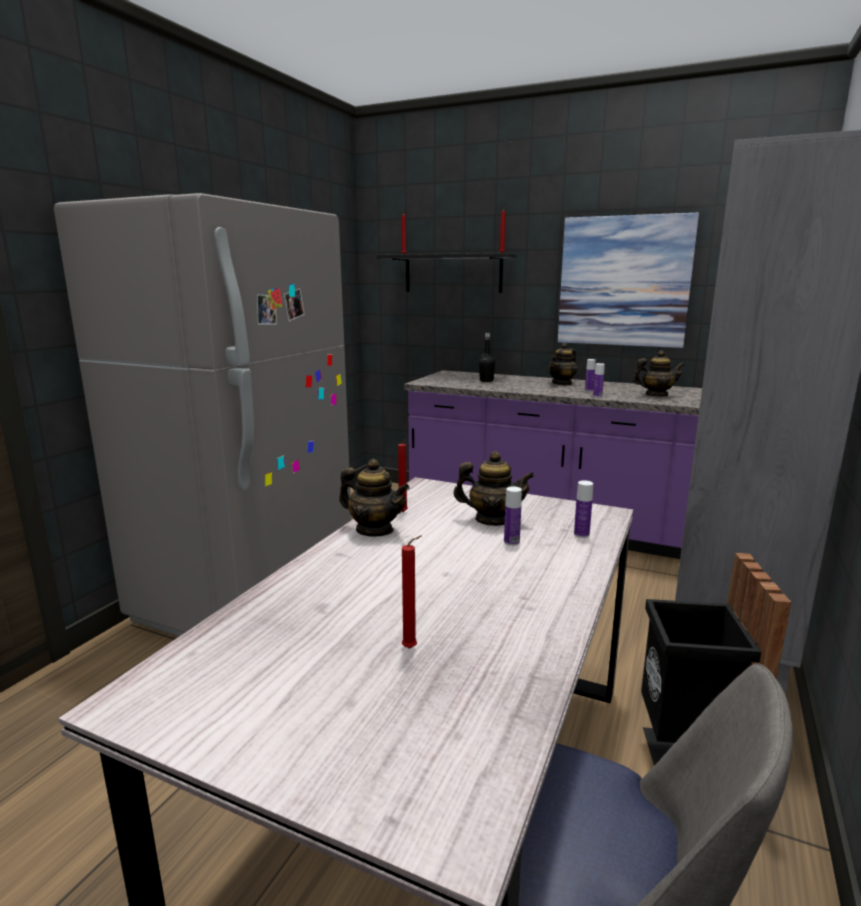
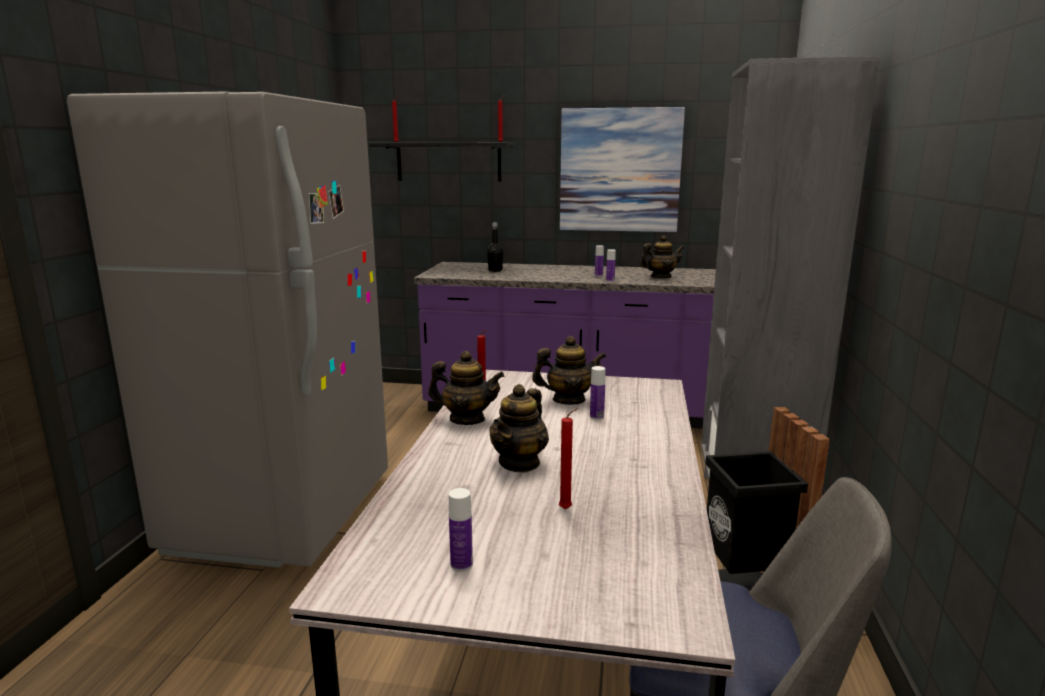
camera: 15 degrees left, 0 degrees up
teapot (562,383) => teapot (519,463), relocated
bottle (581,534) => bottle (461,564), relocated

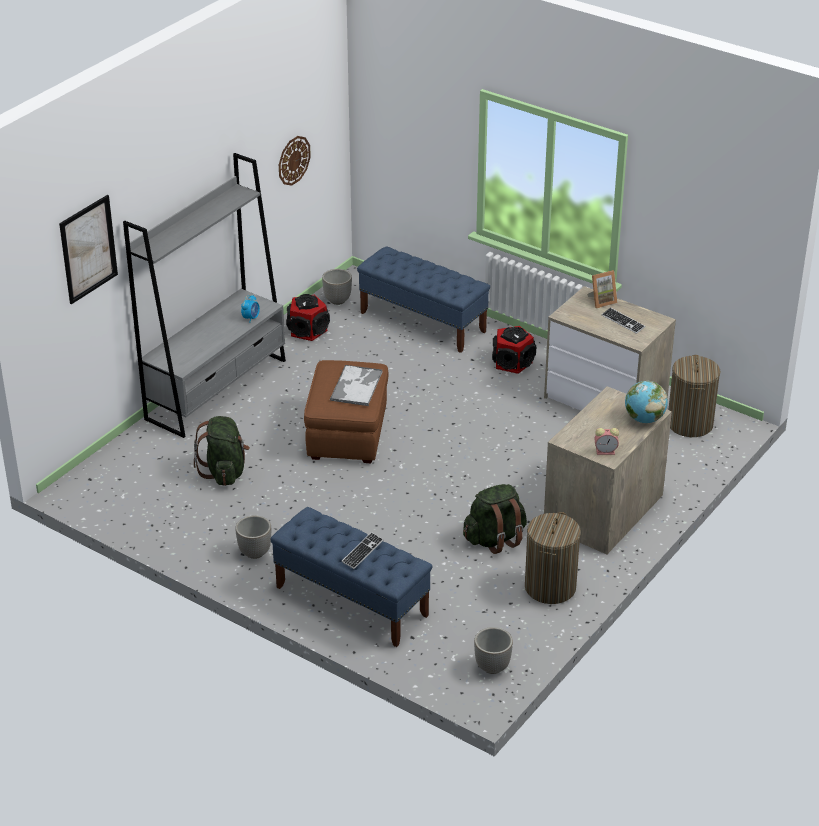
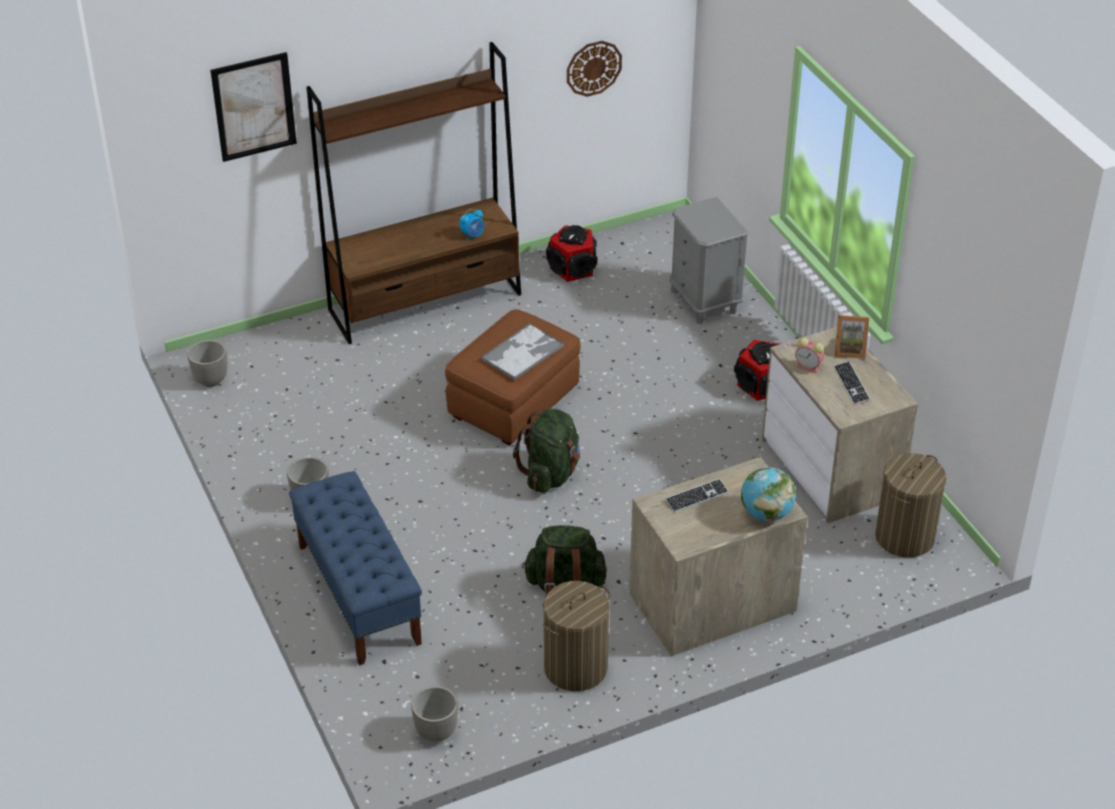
camera: 30 degrees right, 5 degrees up
green backpack (224,472) => green backpack (551,474), relocated
planter (337,300) => planter (211,380), relocated
keyboard (362,552) => keyboard (696,497), relocated
alarm clock (606,451) => alarm clock (809,367), relocated
blue bench (423,322) => grey nightstand (704,301)
grey bookcase (217,389) => brown bookcase (425,302)

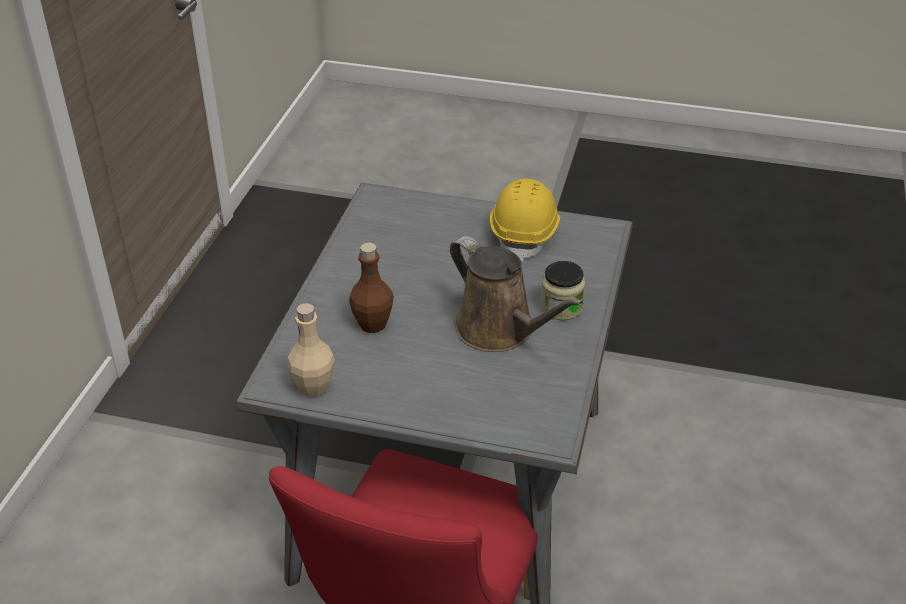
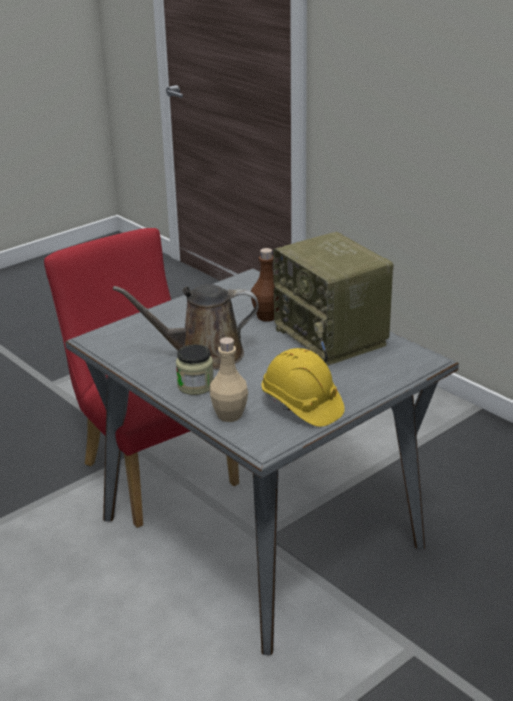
camera: 125 degrees right, 10 degrees down
nothing => radio (332,337)
beige bottle (313,387) => beige bottle (229,415), relocated

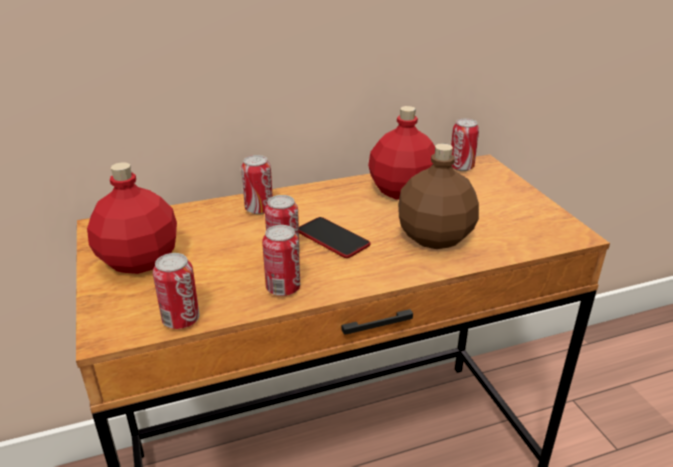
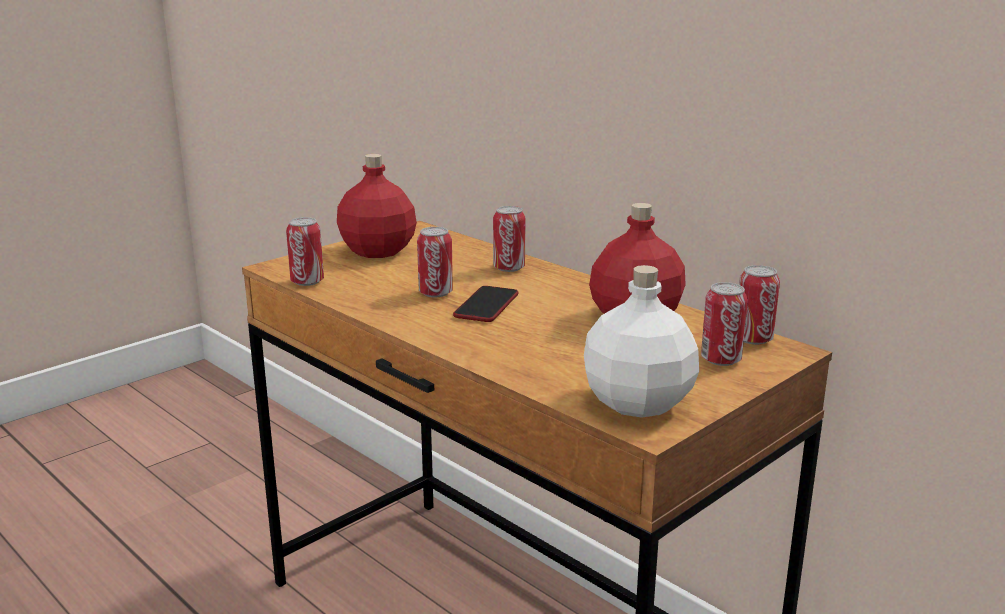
camera: 65 degrees right, 10 degrees down
brown bottle (433,237) => nothing
nothing => white bottle (639,402)
can (283,288) => can (721,360), relocated

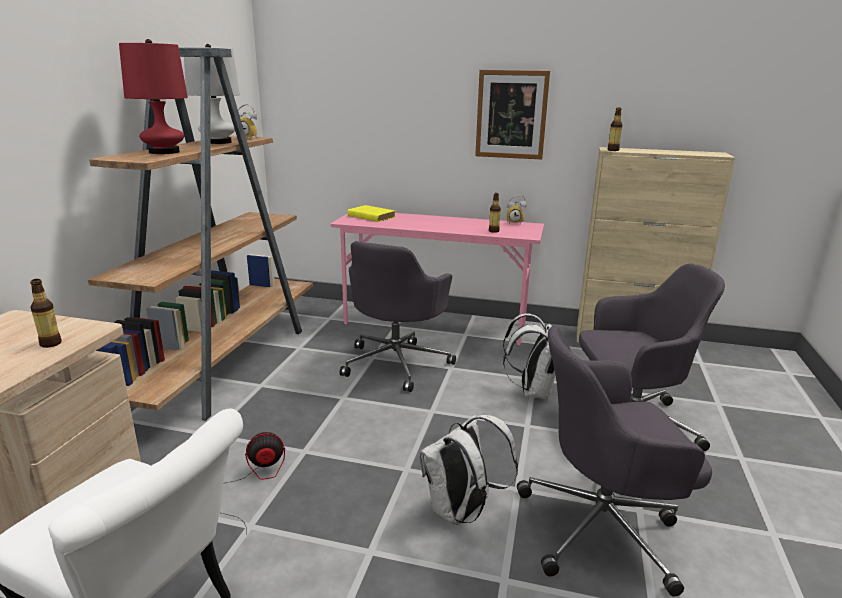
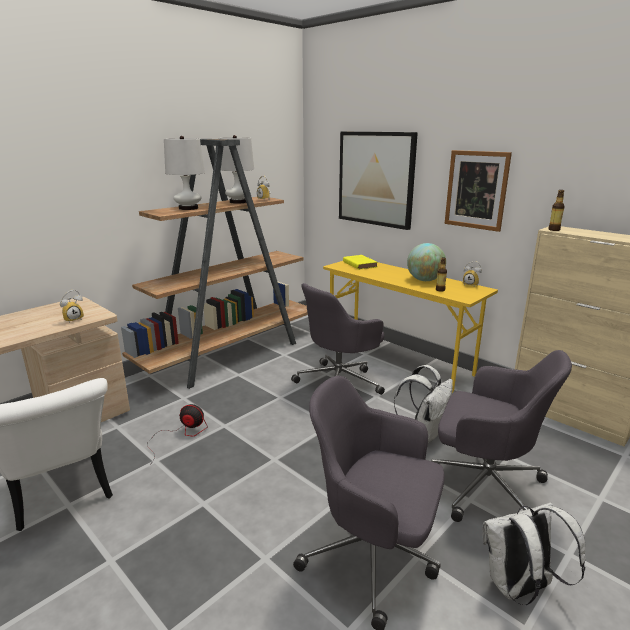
camera: 30 degrees right, 0 degrees up
nothing => picture (376,179)
nothing => globe (424,280)
white backpack (461,512) => white backpack (519,588), relocated
bottle (51,343) => alarm clock (73,319)
red table lamp (164,152) => white table lamp (188,208)
pink desk (435,323) => yellow desk (398,359)

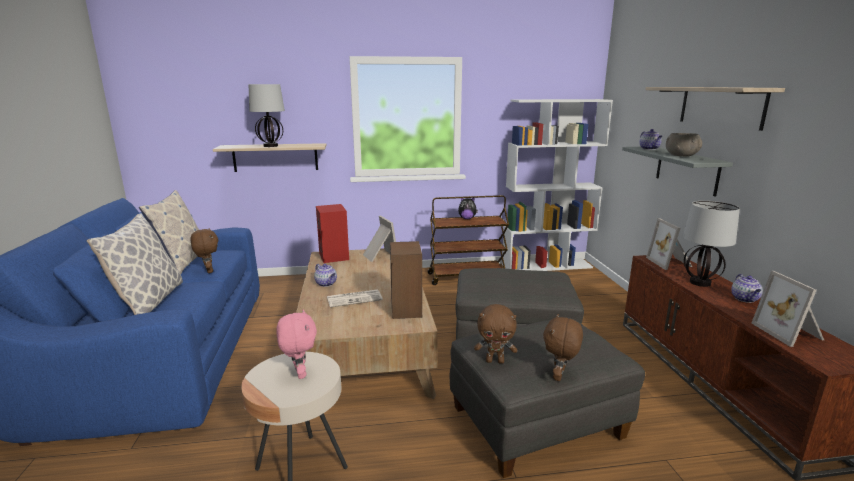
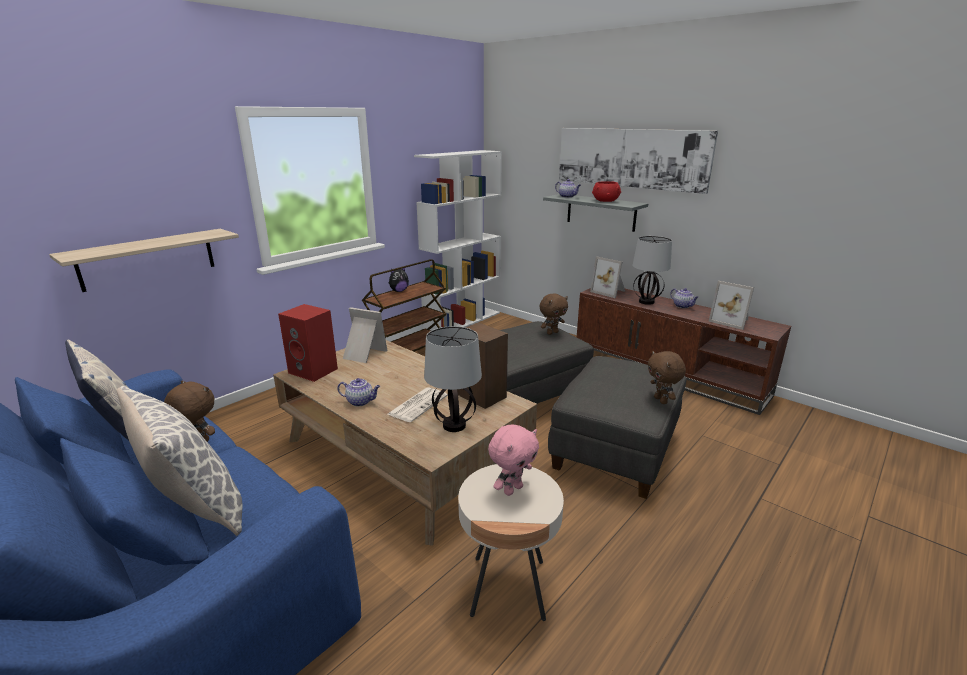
camera: 40 degrees left, 5 degrees up
table lamp (270,146) => table lamp (454,426), relocated
brown plush toy (495,361) => brown plush toy (552,333), relocated
shelf (720,106) => picture (630,158)
grey bowl (681,155) => red bowl (605,201)
pink plush toy (299,374) => pink plush toy (512,489), 105 degrees clockwise

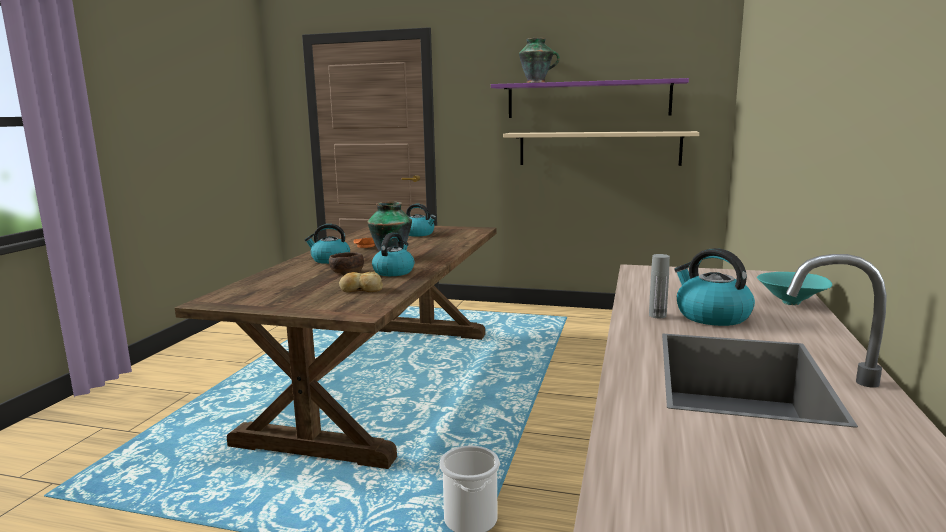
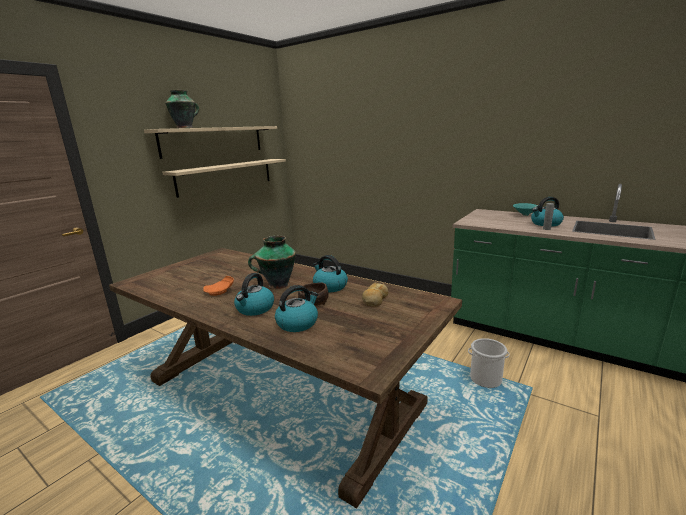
camera: 70 degrees left, 5 degrees up
kettle (419,234) => kettle (298,323), relocated
purple shelf (587,99) => beige shelf (214,141)

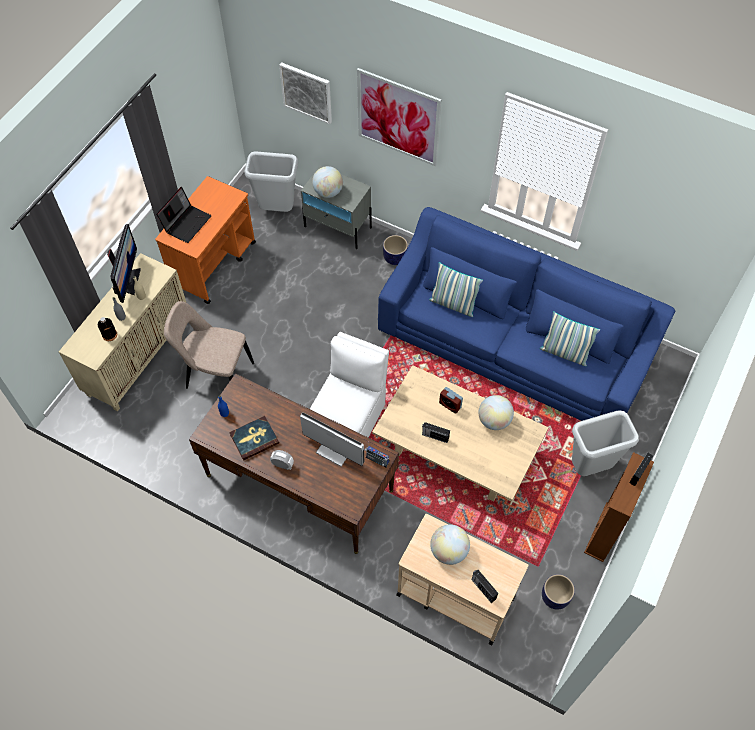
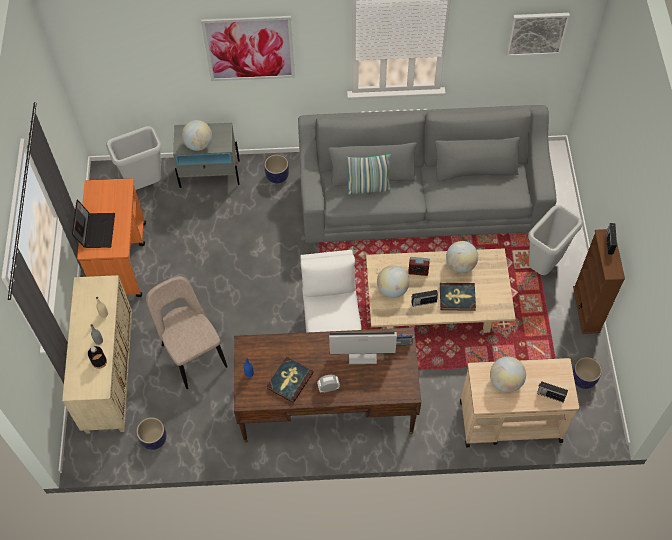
camera: 30 degrees left, 0 degrees up
monitor (129,281) => nothing
pillow (564,353) => nothing
nothing => planter (153,439)
nothing => globe (392,289)
nothing => book (457,297)
picture (307,92) => picture (537,33), relocated
blue sofa (514,344) => grey sofa (422,199)
beige chair (216,375) => beige chair (192,353), 75 degrees clockwise

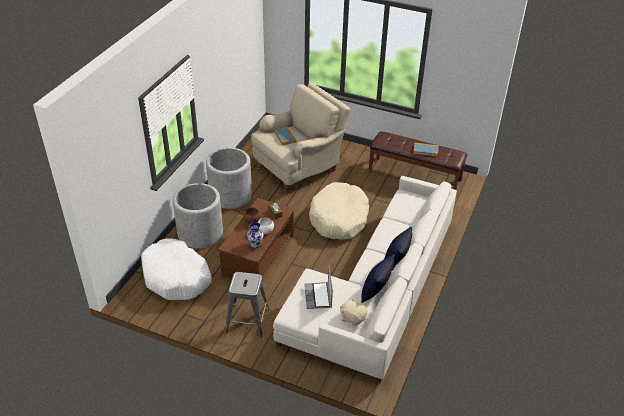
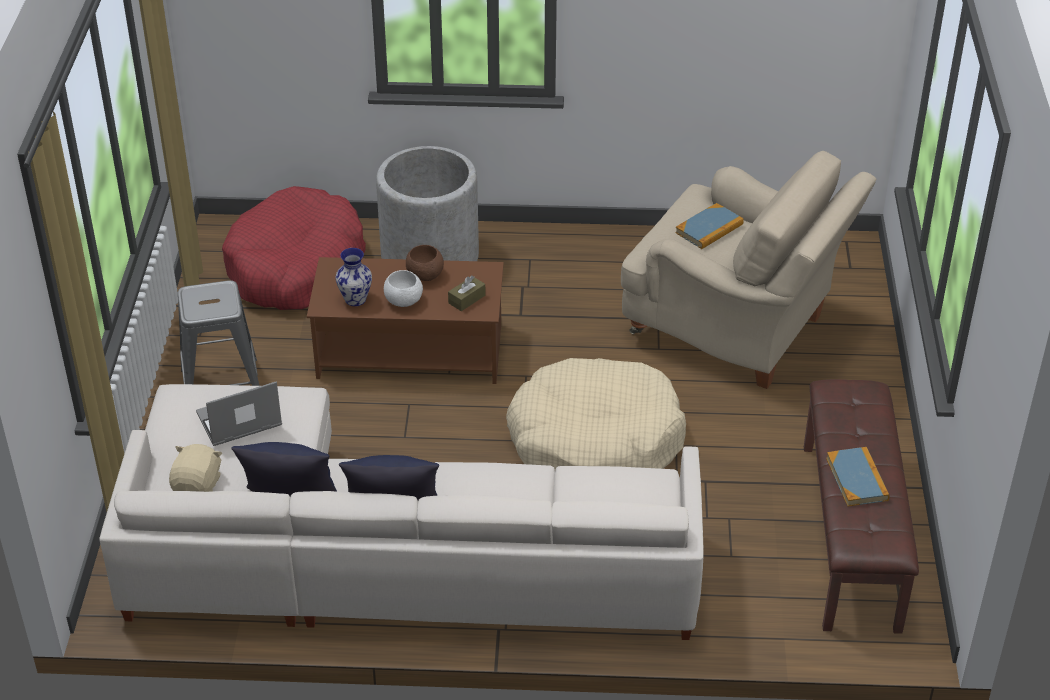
camera: 70 degrees right, 0 degrees up
grey planter (230,195) => nothing
white dog bed (176,277) => red dog bed (295,267)

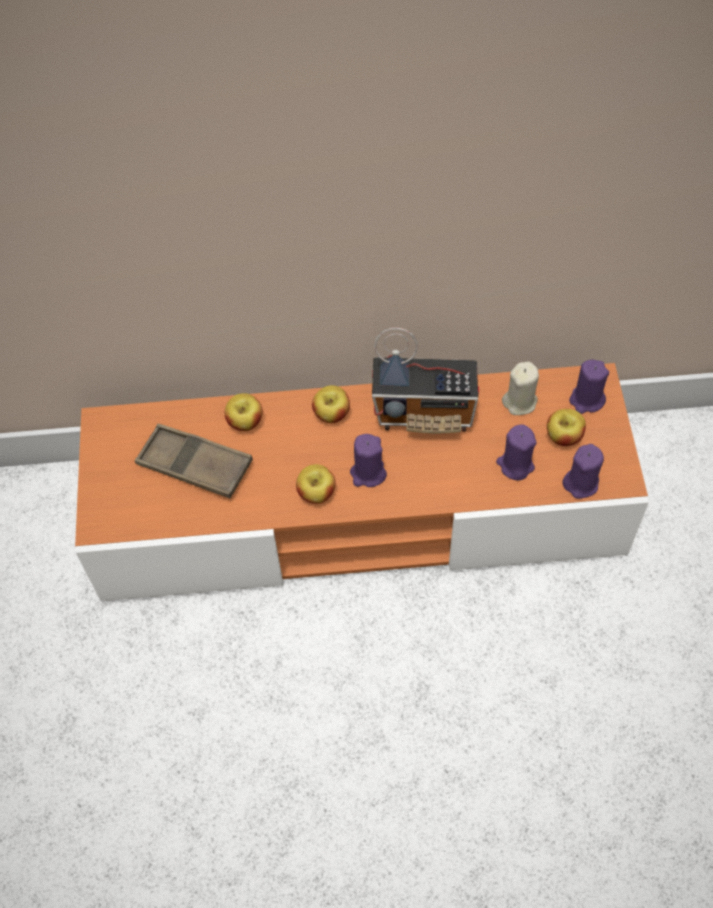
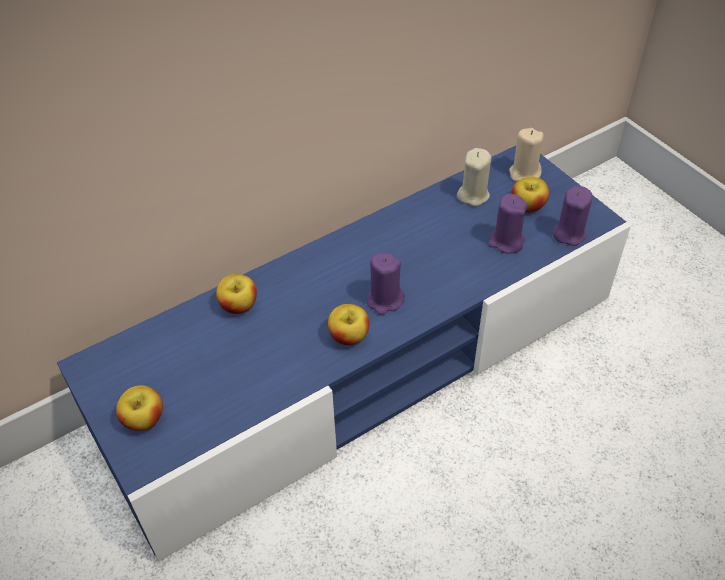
camera: 30 degrees left, 10 degrees down
brown tray (195,465) => nothing
radio (425,412) => nothing
apple (331,414) => apple (144,419), relocated
orange tv stand (359,512) => blue tv stand (364,364)
purple candle (586,400) => beige candle (524,174)

